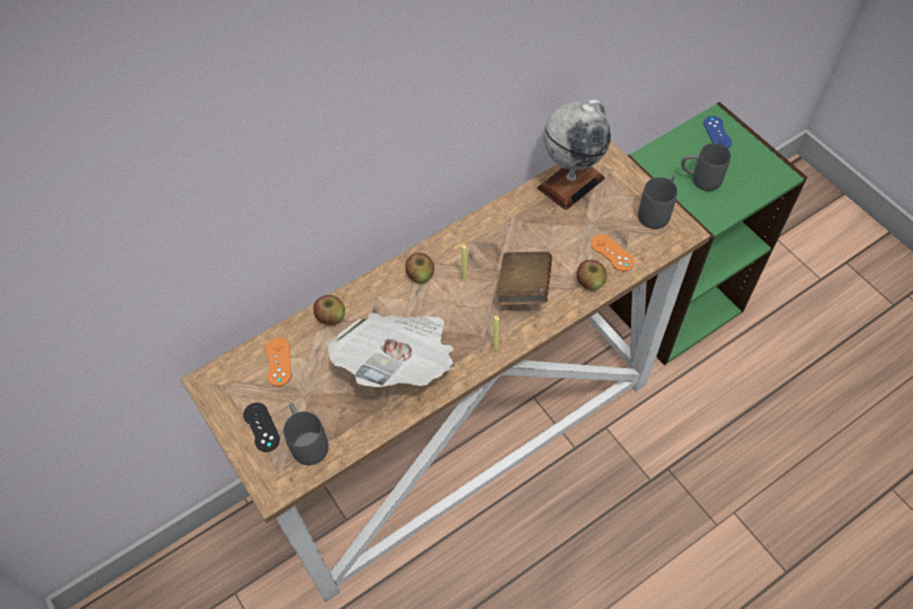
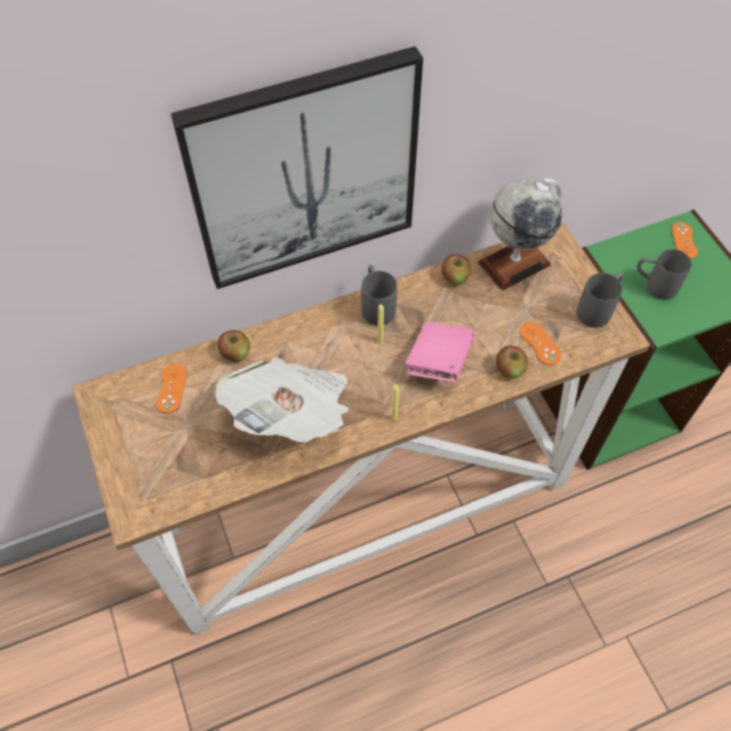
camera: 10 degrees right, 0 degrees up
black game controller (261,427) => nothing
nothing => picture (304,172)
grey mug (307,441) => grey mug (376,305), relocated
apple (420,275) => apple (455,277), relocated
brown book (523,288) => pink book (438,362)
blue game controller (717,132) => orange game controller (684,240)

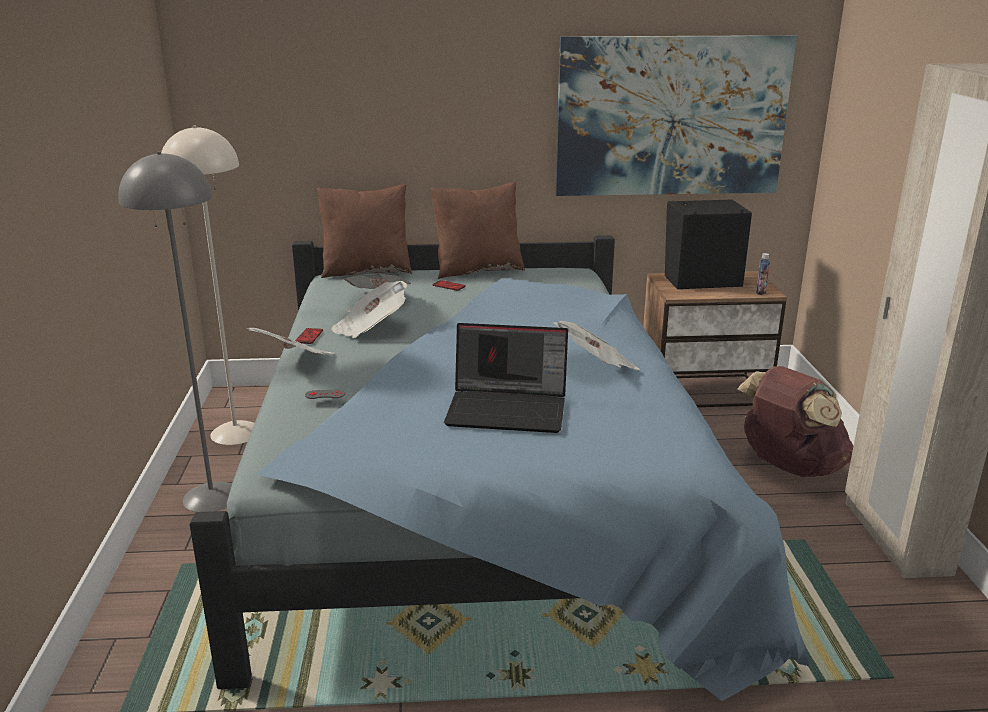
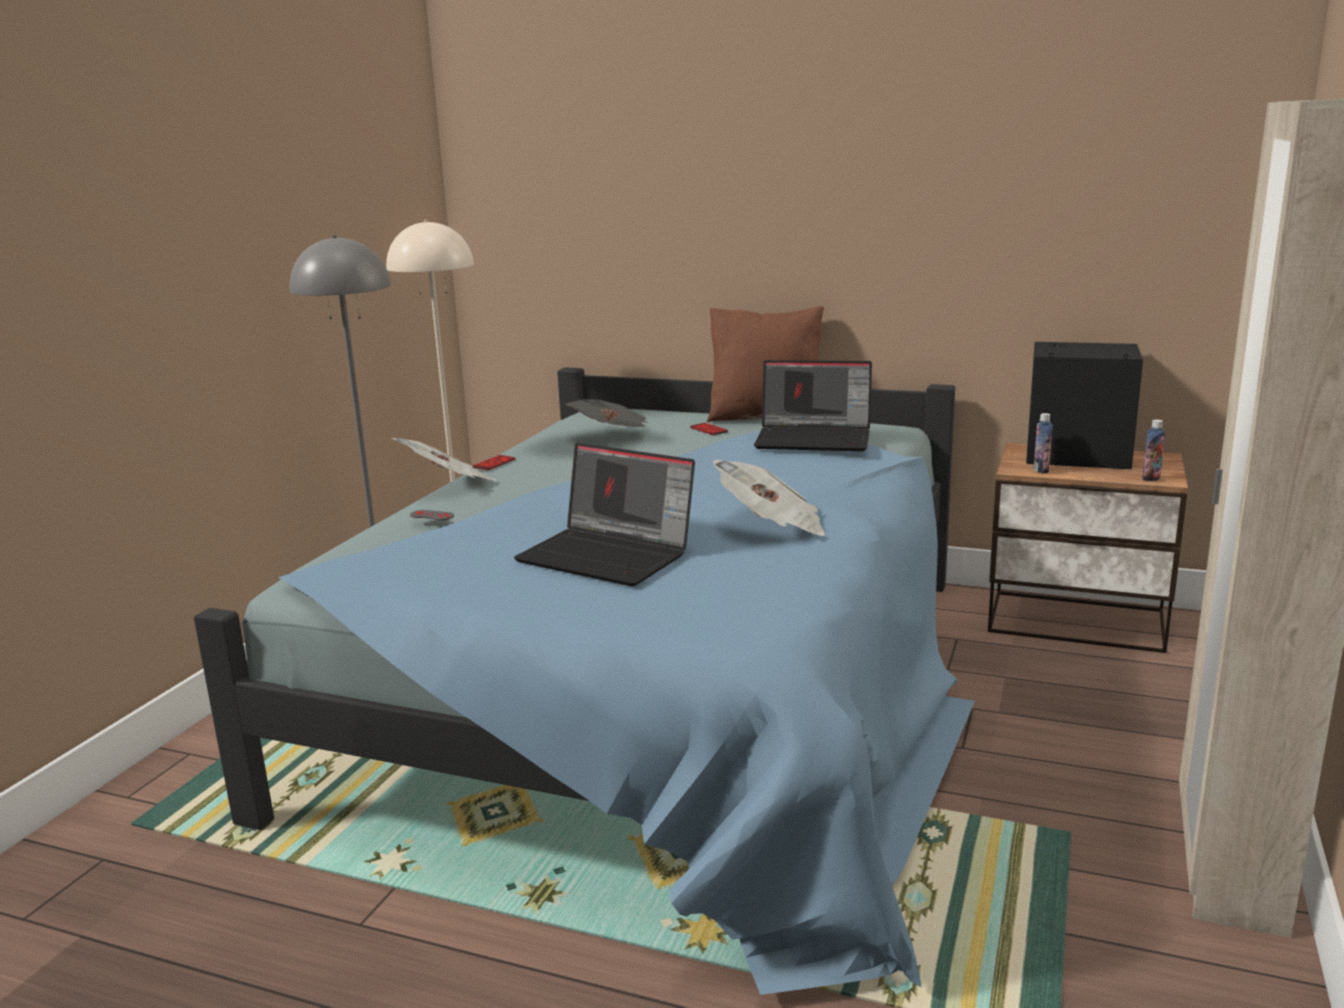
camera: 25 degrees right, 5 degrees down
brown pillow (366,271) => nothing
newspaper (370,328) => nothing
picture (671,117) => nothing
brown backpack (789,467) => nothing
nothing => laptop (815,438)
nothing => bottle (1041,470)

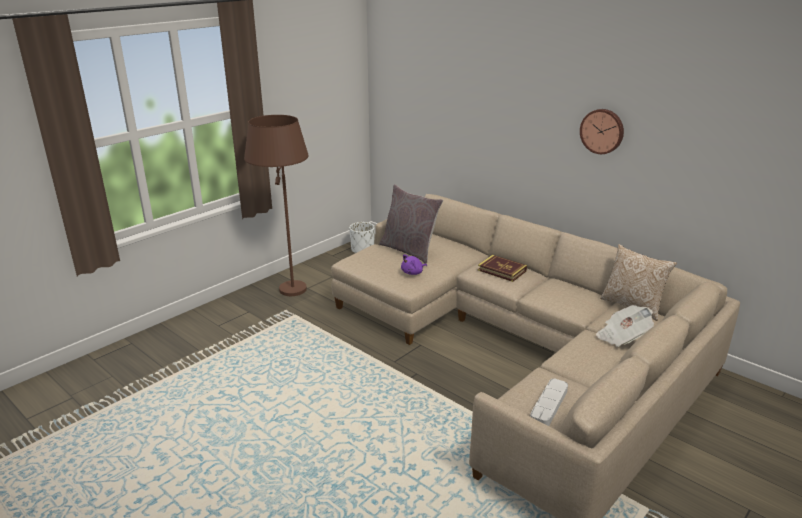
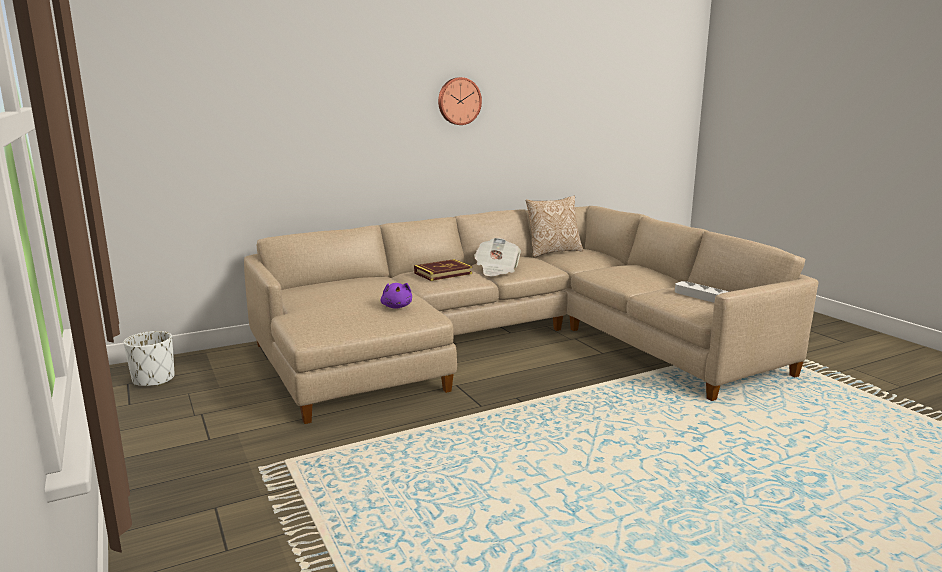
camera: 70 degrees left, 10 degrees down
brown floor lamp (289,297) => nothing
grey pillow (409,250) => nothing
newspaper (622,337) => newspaper (496,270), relocated

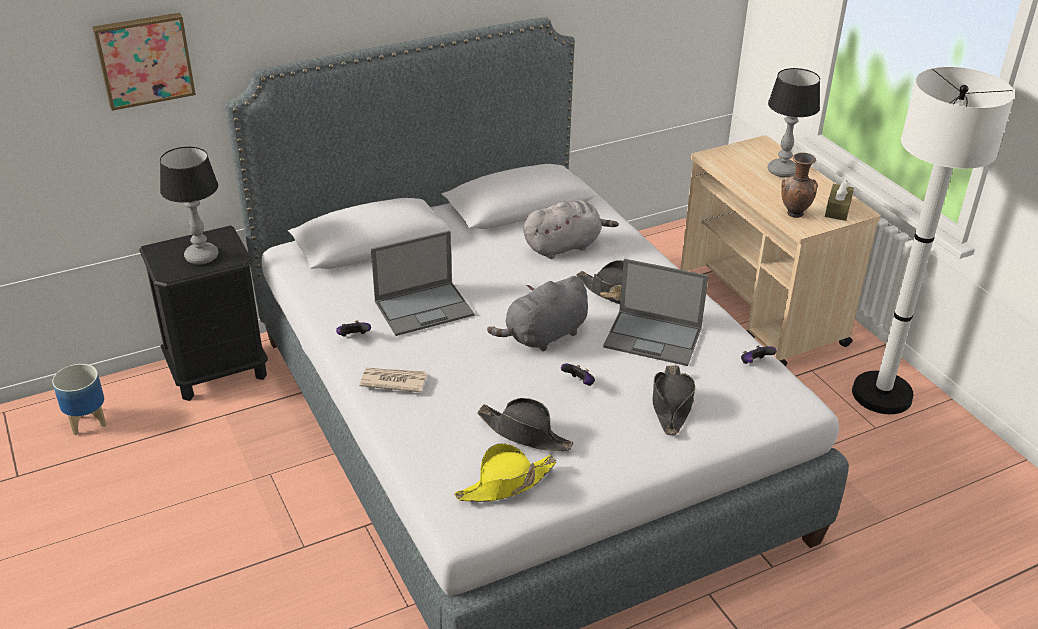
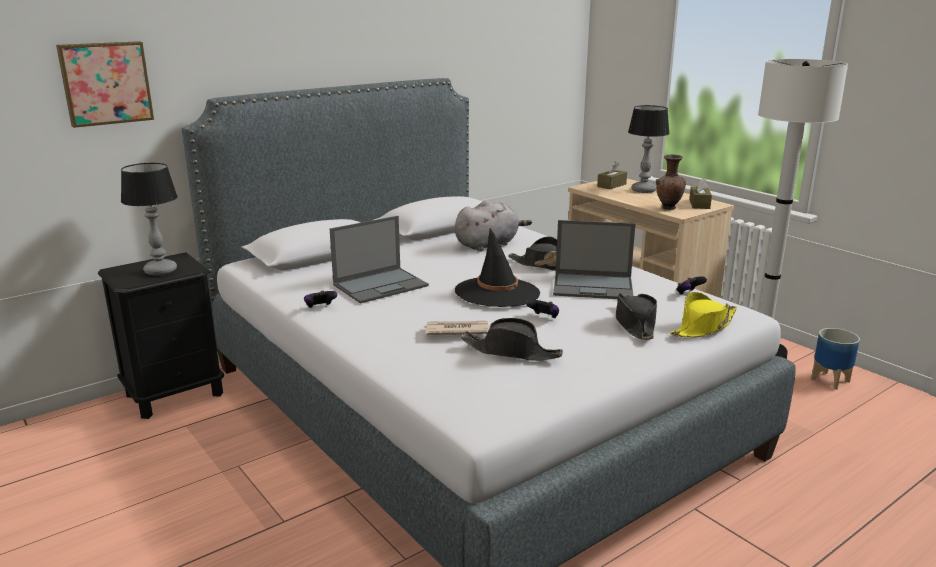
camera: 10 degrees left, 15 degrees down
nothing => brown tissue box (611,185)
planter (87,421) => planter (829,380), relocated
newspaper (393,381) => newspaper (456,330), relocated
yellow hat (506,484) => yellow hat (703,327), relocated
grey plush toy (544,336) => black hat (497,293)

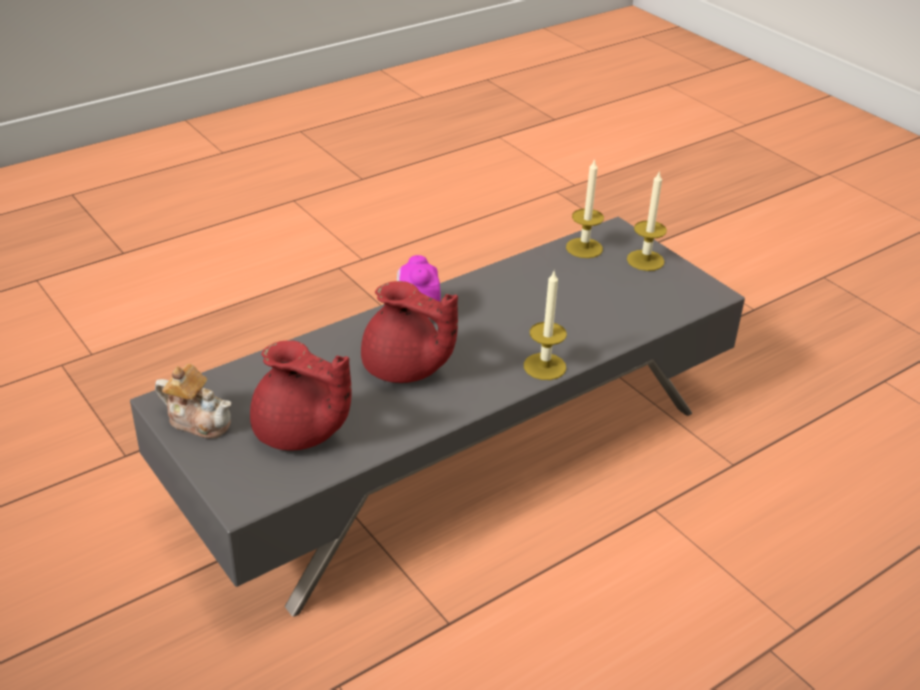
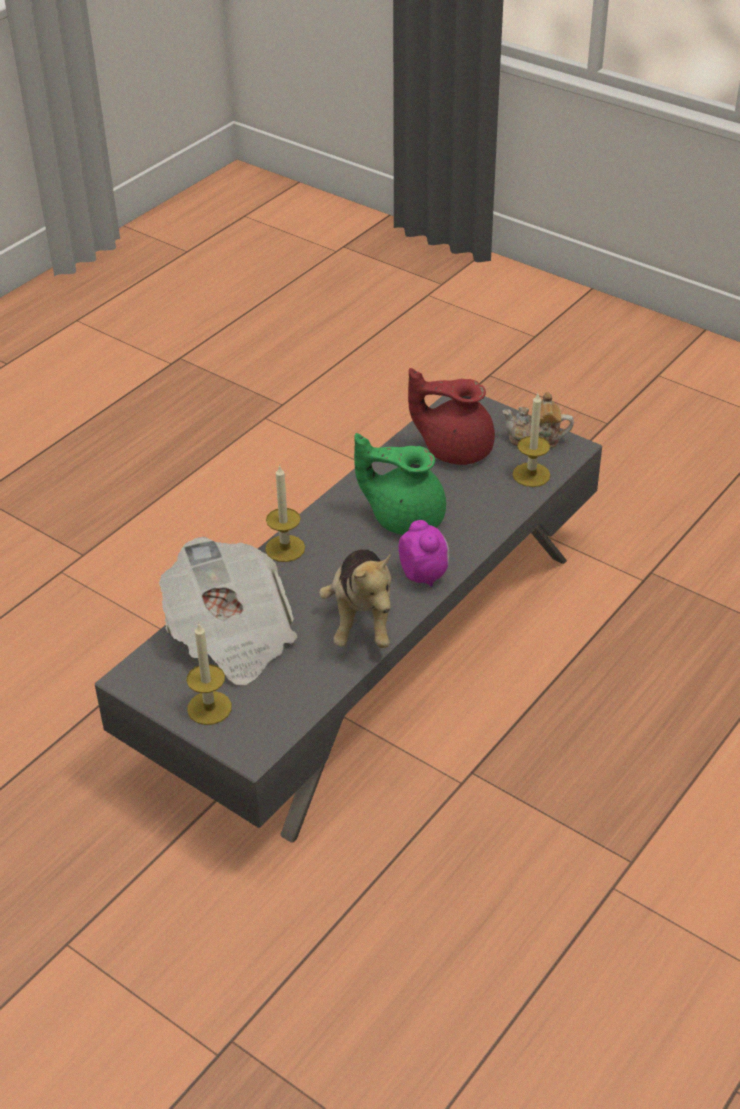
camera: 165 degrees right, 5 degrees up
nothing => newspaper (231,636)
nothing => plush toy (361,619)
candle (584,248) => candle (531,475), relocated
red teapot (405,369) => green teapot (405,517)

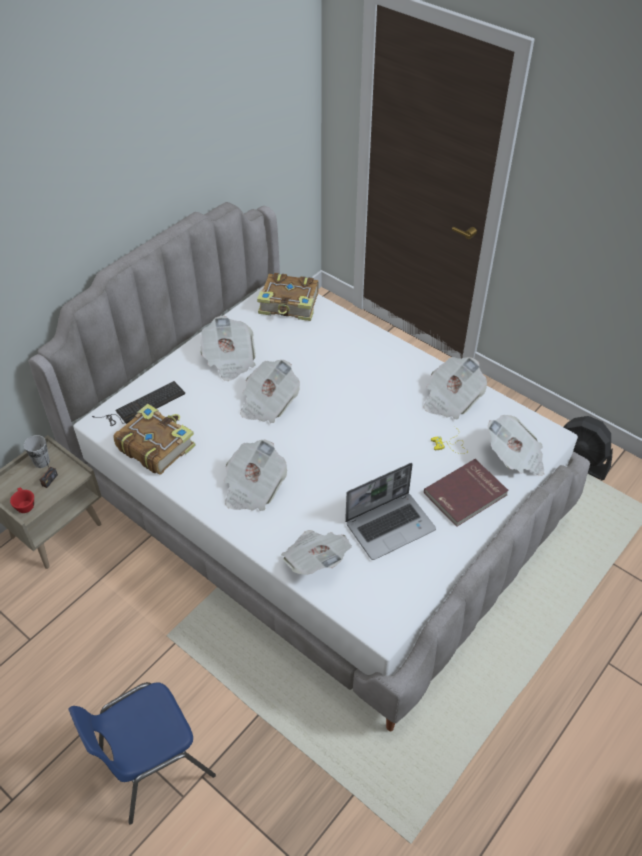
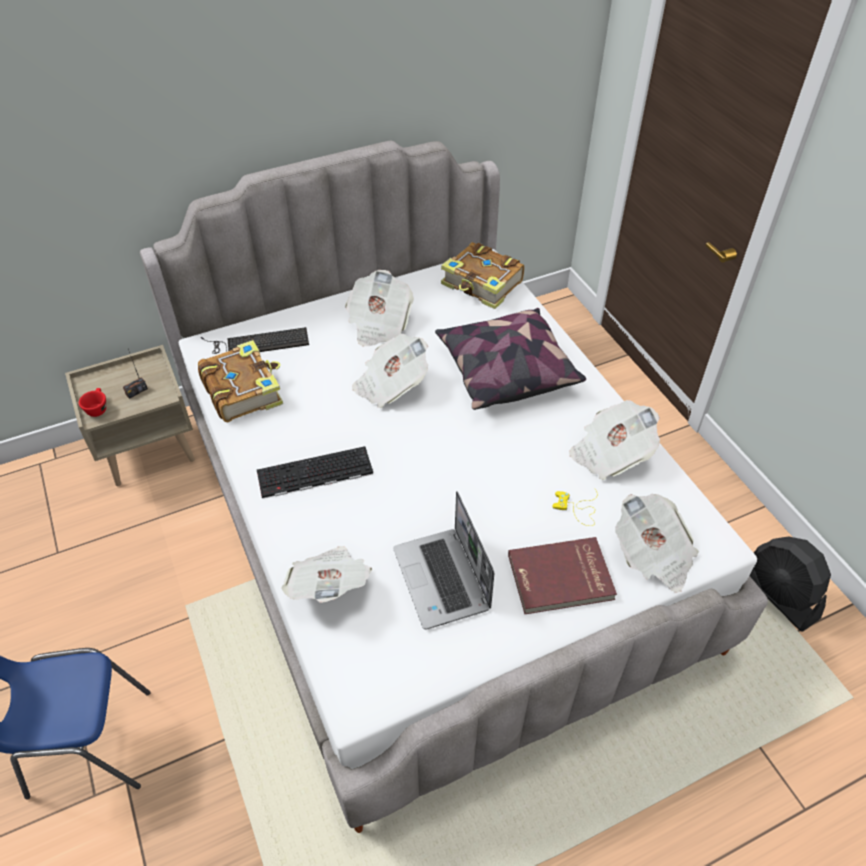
camera: 25 degrees right, 0 degrees up
cup (41,462) => nothing
nothing => pillow (505,371)
newspaper (253,488) => keyboard (314,474)
laptop (390,525) => laptop (443,580), 75 degrees clockwise

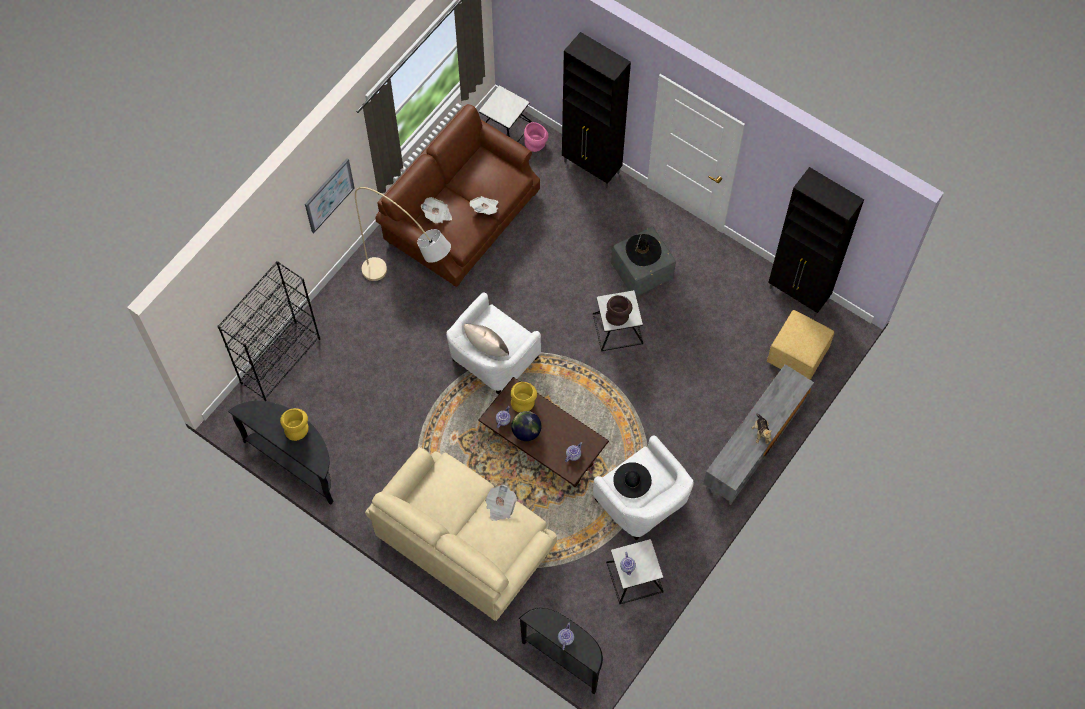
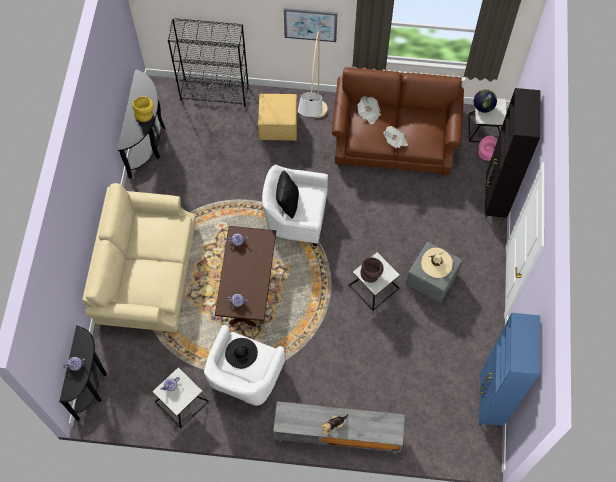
camera: 60 degrees right, 0 degrees up
newspaper (500,506) => nothing
yellow vase (523,401) => nothing
globe (526,431) => globe (483,107), relocated
yellow ottoman (796,355) => yellow ottoman (278,125), relocated
beige pillow (486,349) => black pillow (287,202)
black hat (643,250) => beige hat (436,263)
black cabinet (798,295) => blue cabinet (489,402)

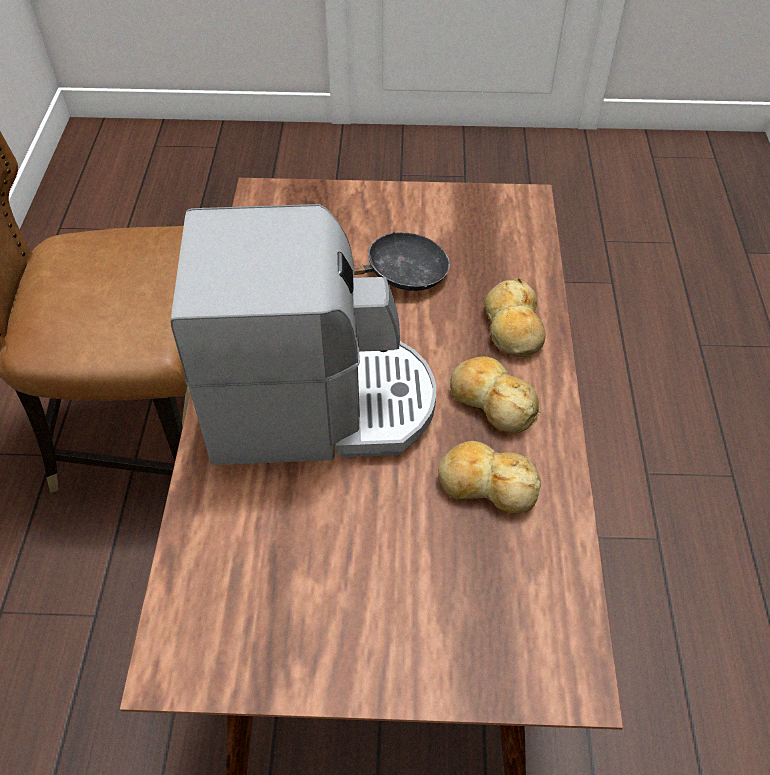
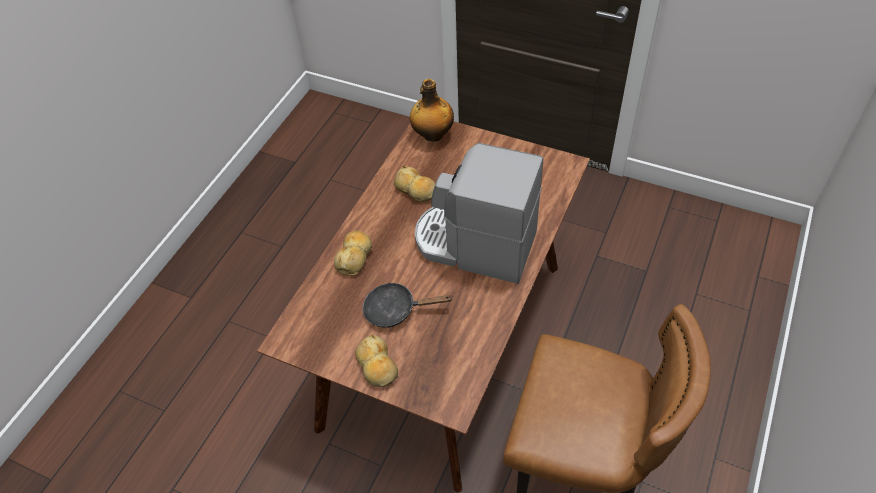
camera: 155 degrees left, 0 degrees up
nothing => bottle (432,135)
bread (492,402) => bread (377,366), relocated

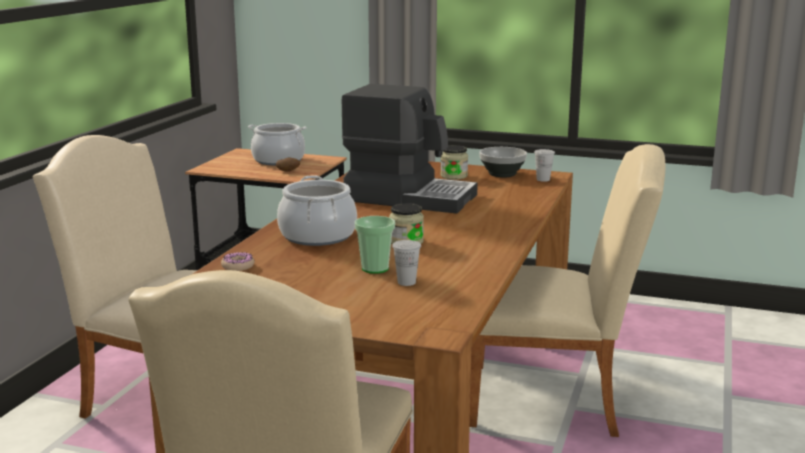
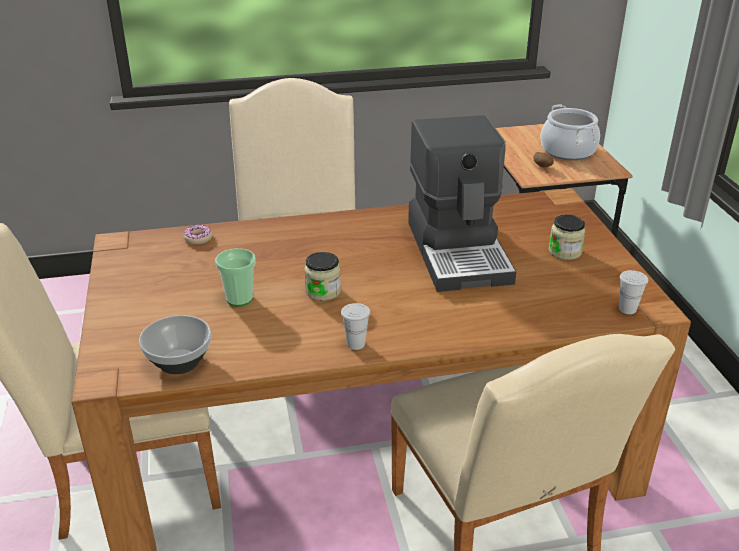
camera: 60 degrees right, 15 degrees up
cooking pot (318,236) => nothing
white cup (406,282) => white cup (356,344), relocated
bowl (502,174) => bowl (178,362), relocated

